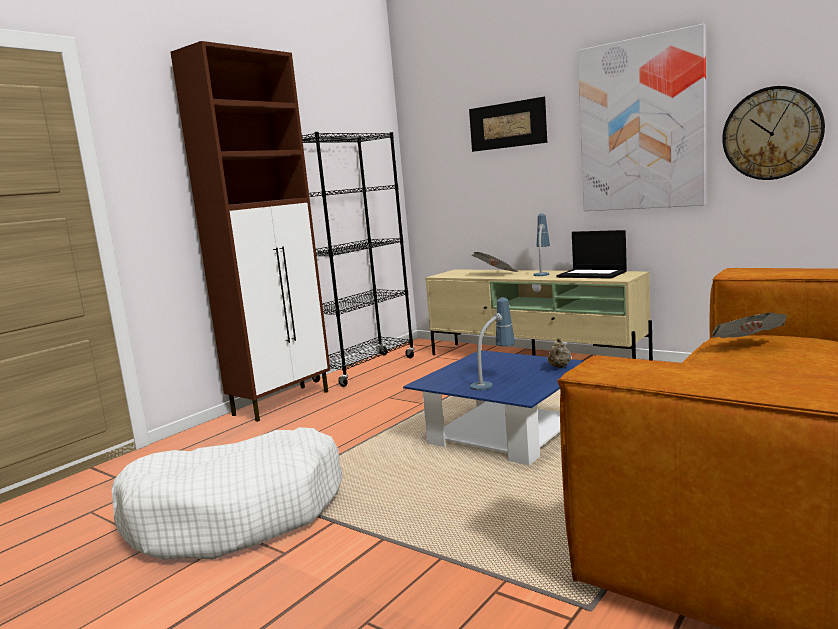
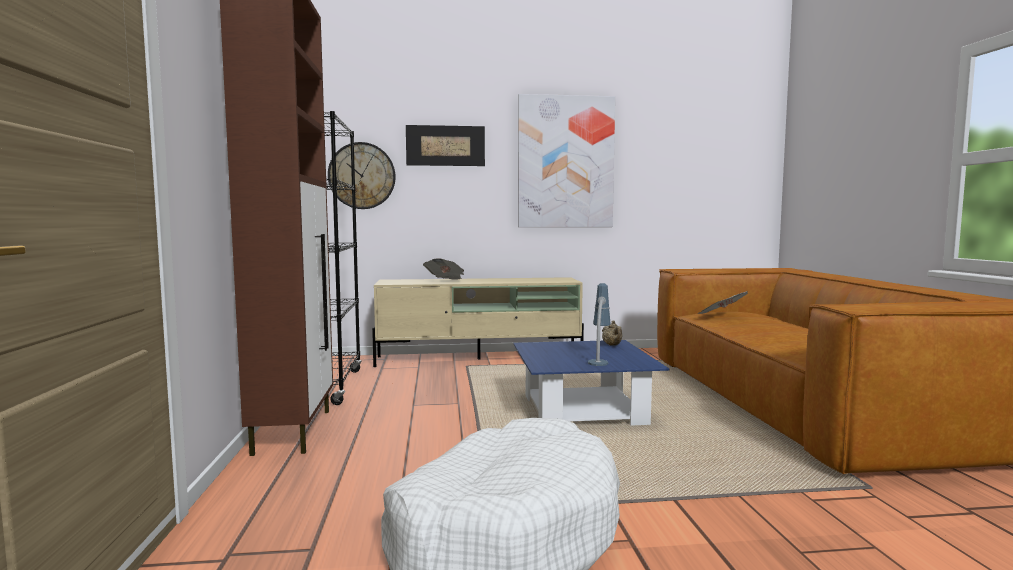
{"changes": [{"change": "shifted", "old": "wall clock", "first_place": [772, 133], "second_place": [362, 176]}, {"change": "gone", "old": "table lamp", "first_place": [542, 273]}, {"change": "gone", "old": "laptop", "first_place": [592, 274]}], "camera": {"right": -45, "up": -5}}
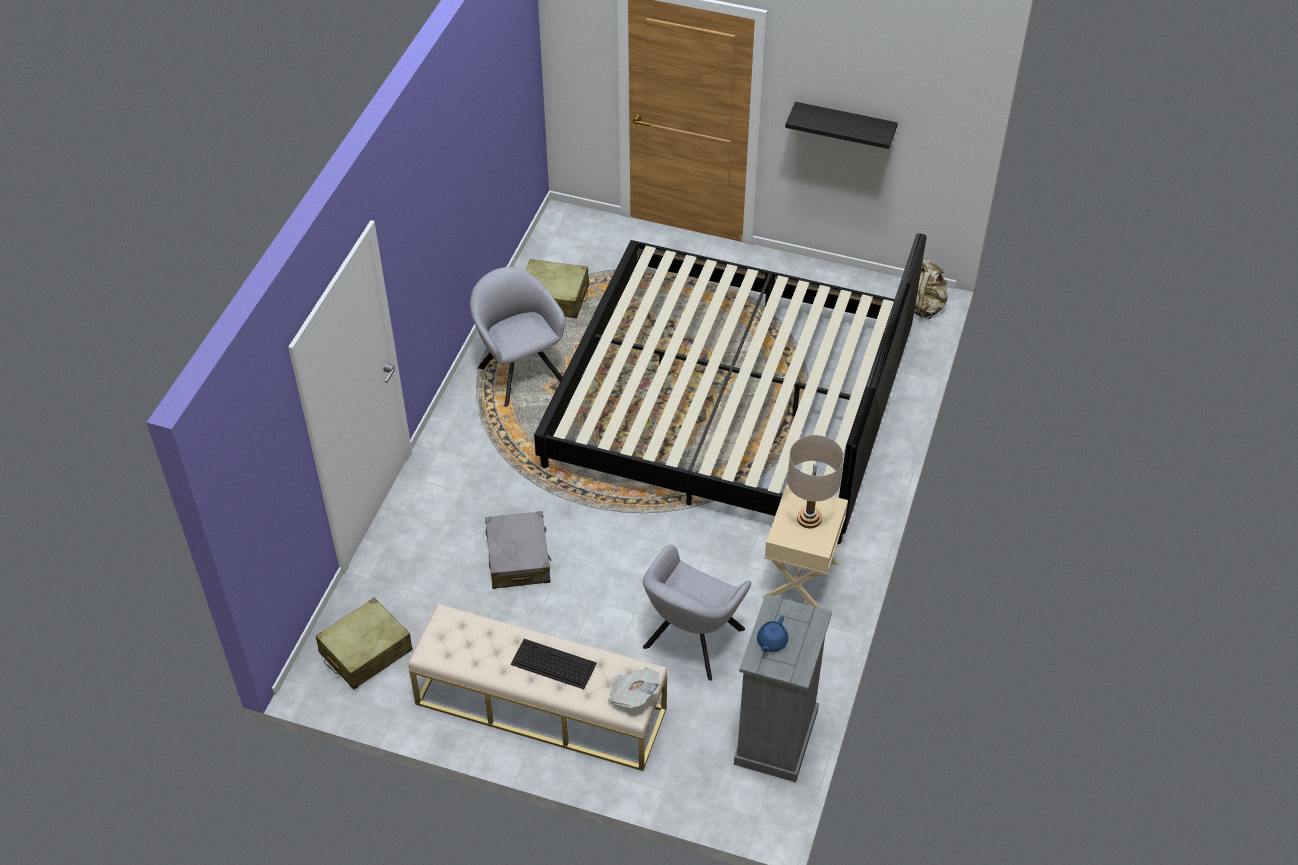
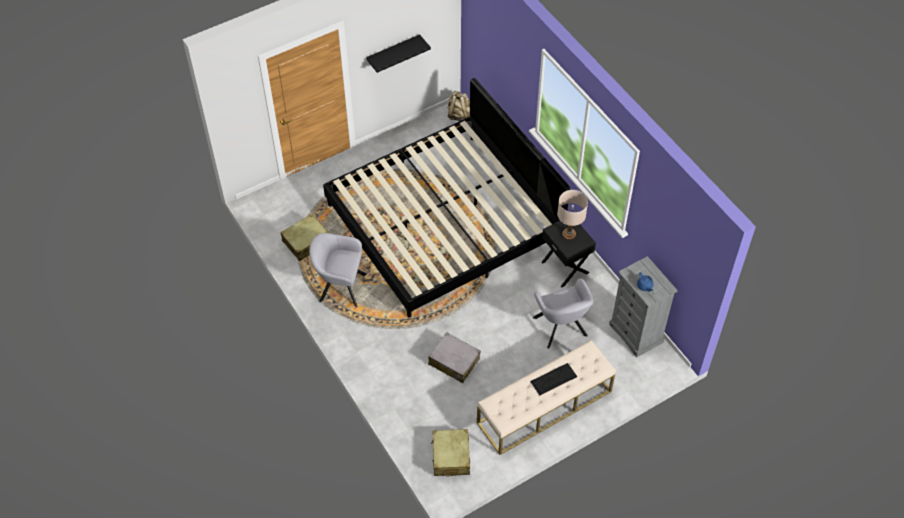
{"changes": [{"change": "repainted", "old": "nightstand (sand-coloured)", "new": "nightstand (blackish)", "first_place": [802, 580], "second_place": [565, 267]}, {"change": "gone", "old": "newspaper", "first_place": [633, 694]}], "camera": {"right": -50, "up": 5}}
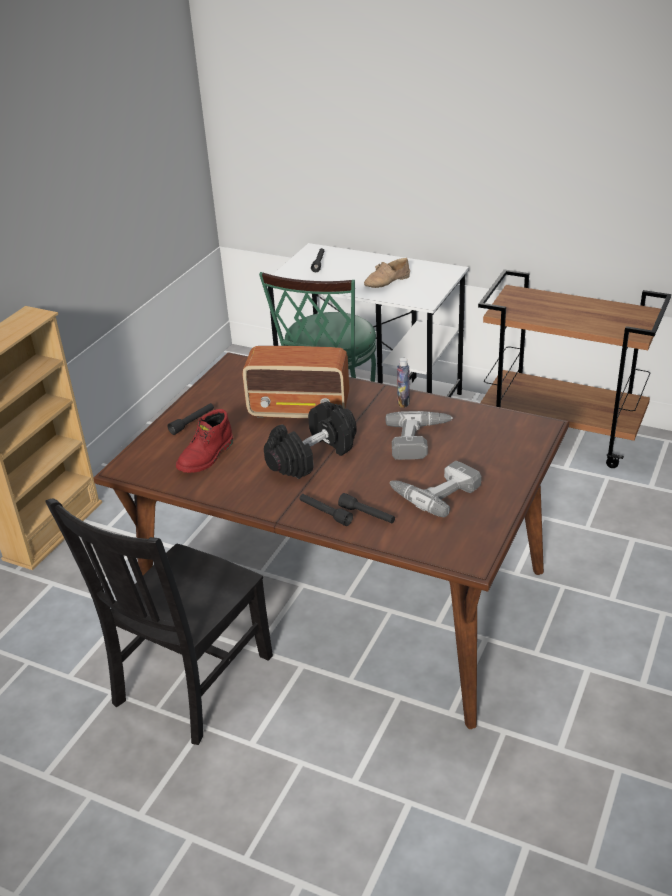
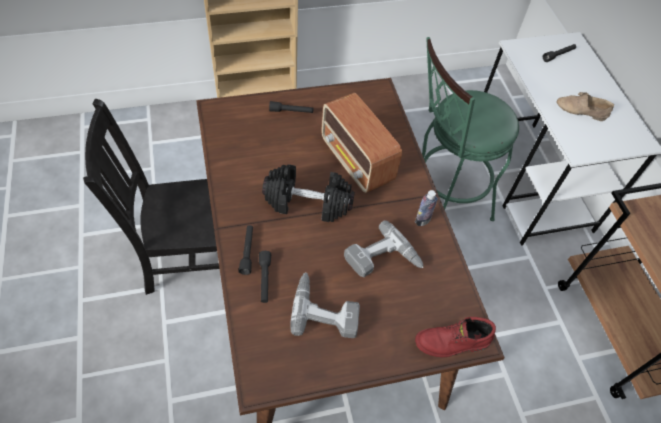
{"changes": [{"change": "shifted", "old": "high-top boot (red)", "first_place": [207, 457], "second_place": [452, 344]}], "camera": {"right": 45, "up": 20}}
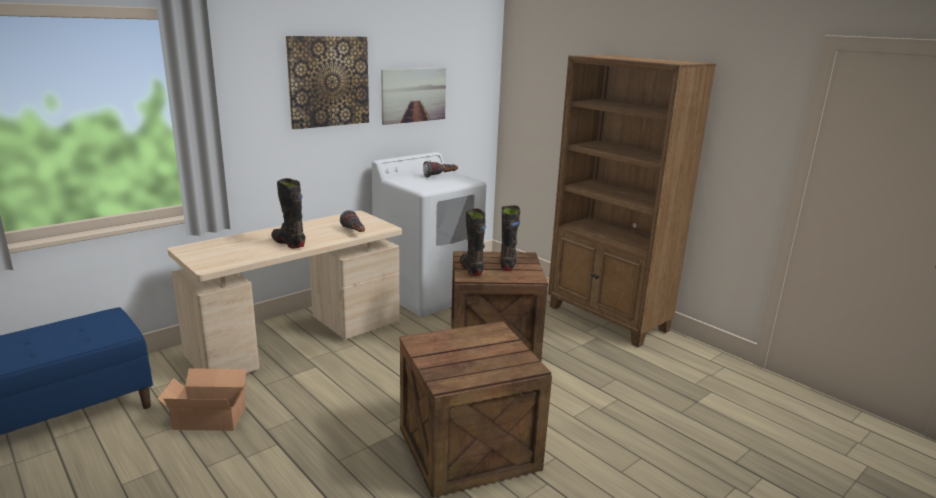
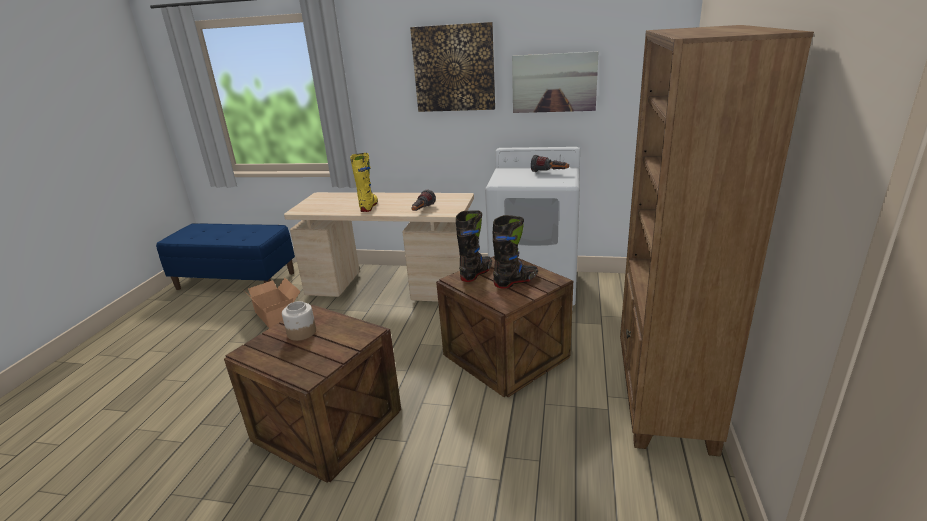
{"changes": [{"change": "repainted", "old": "high-top boot (blackish)", "new": "high-top boot (yellow)", "first_place": [288, 243], "second_place": [369, 206]}, {"change": "new", "new": "storage jar", "second_place": [301, 332]}], "camera": {"right": 55, "up": 5}}
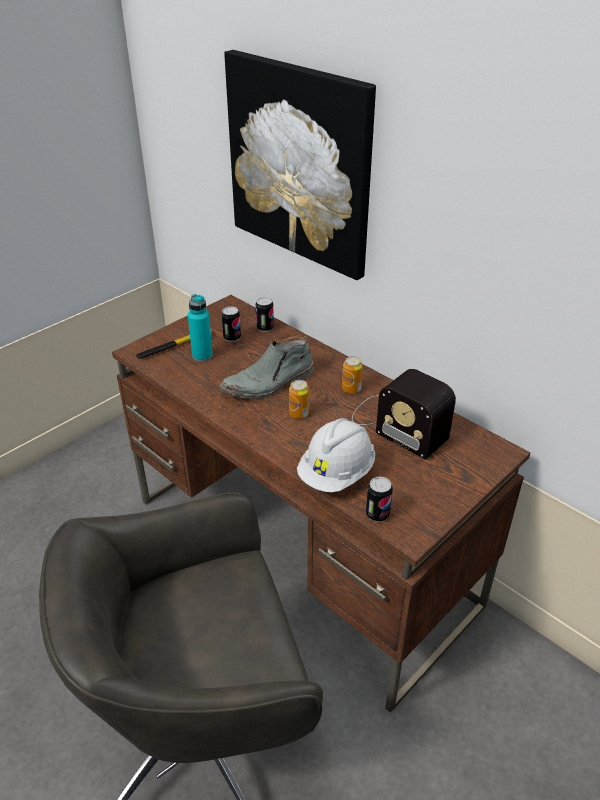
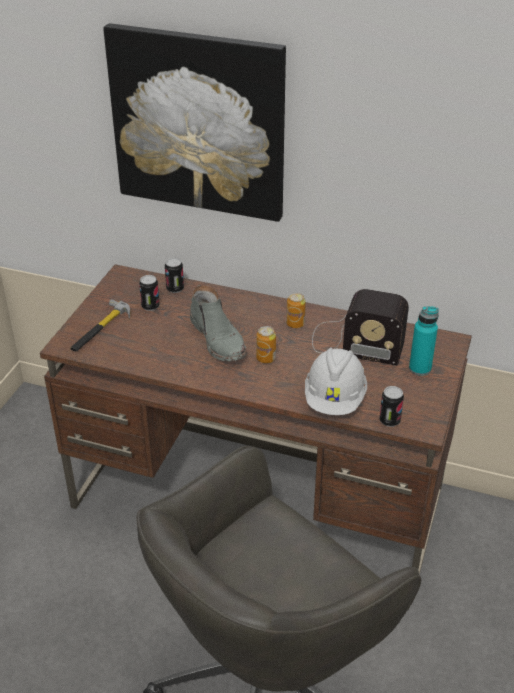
{"changes": [{"change": "shifted", "old": "beverage bottle (turquoise-coloured)", "first_place": [202, 356], "second_place": [420, 368]}, {"change": "rotated", "old": "high-top boot (grey)", "first_place": [269, 383], "second_place": [219, 339], "degrees": -60}], "camera": {"right": -25, "up": 0}}
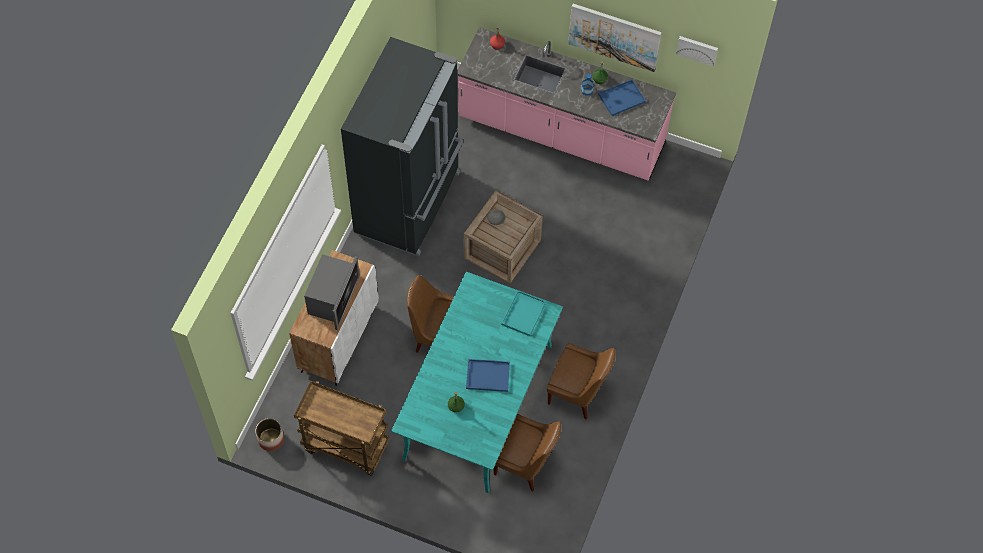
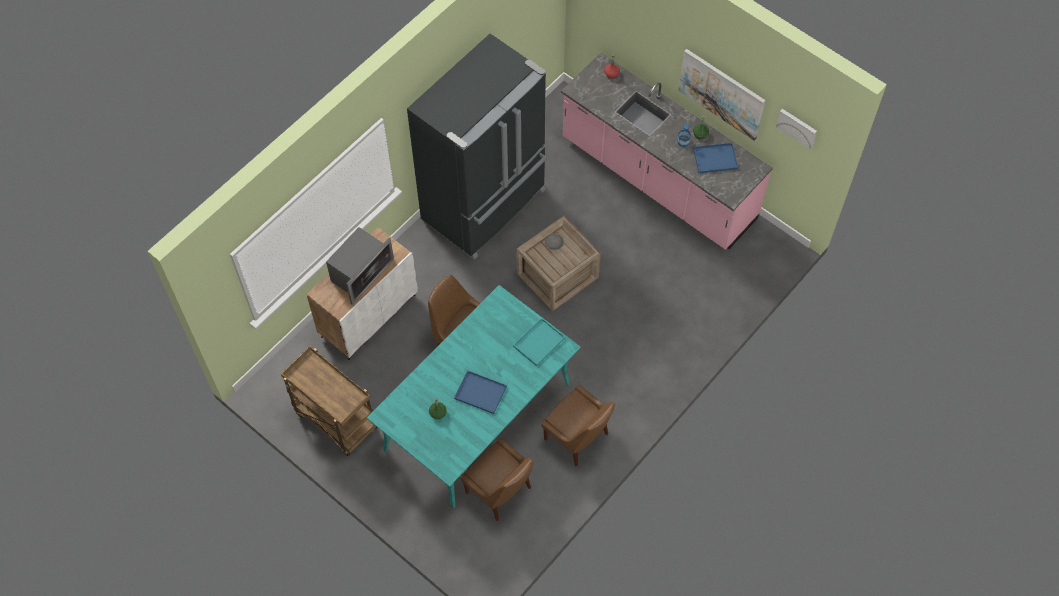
{"changes": [{"change": "gone", "old": "plant pot", "first_place": [270, 439]}], "camera": {"right": 20, "up": 0}}
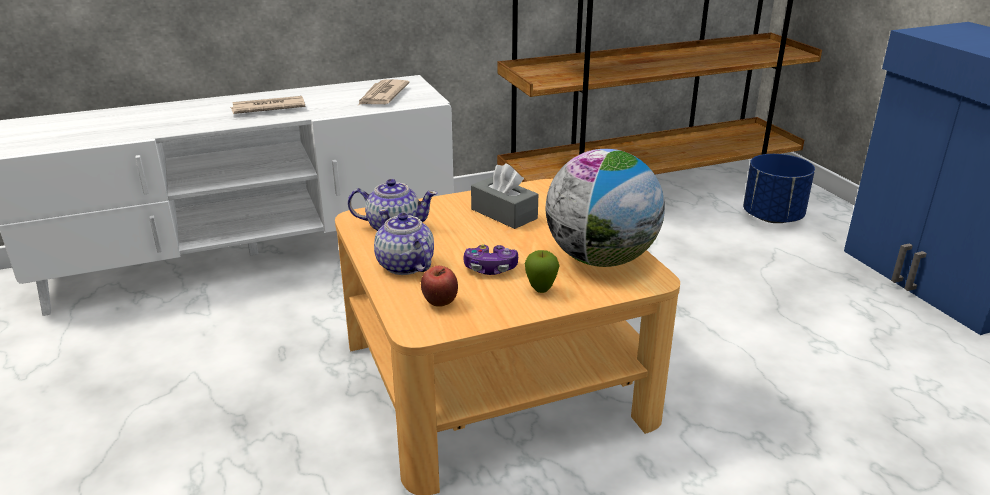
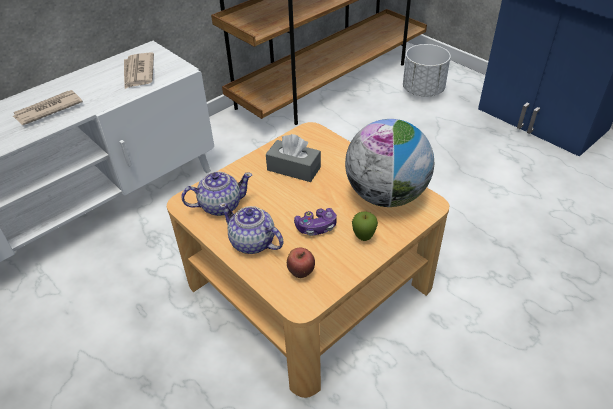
{"changes": [{"change": "repainted", "old": "plant pot (blue)", "new": "plant pot (white-coloured)", "first_place": [772, 217], "second_place": [423, 91]}], "camera": {"right": -20, "up": 15}}
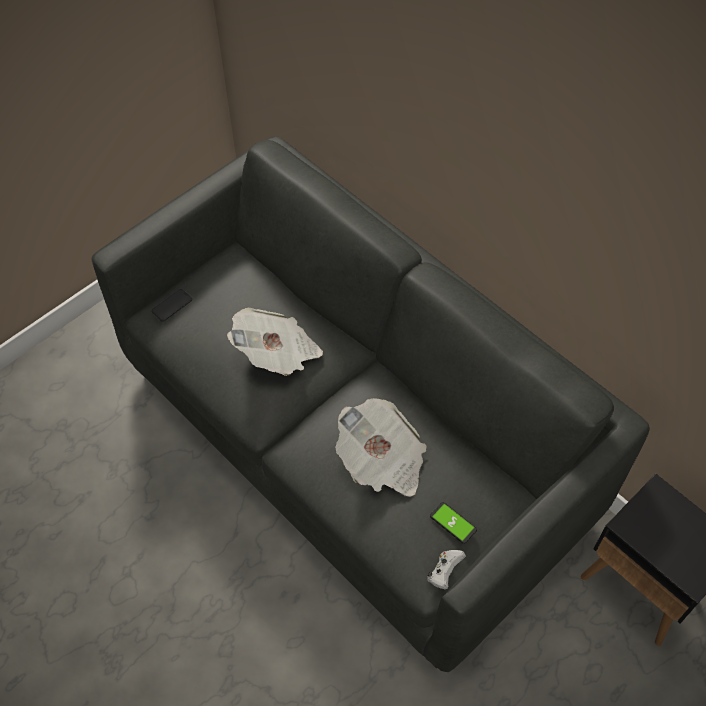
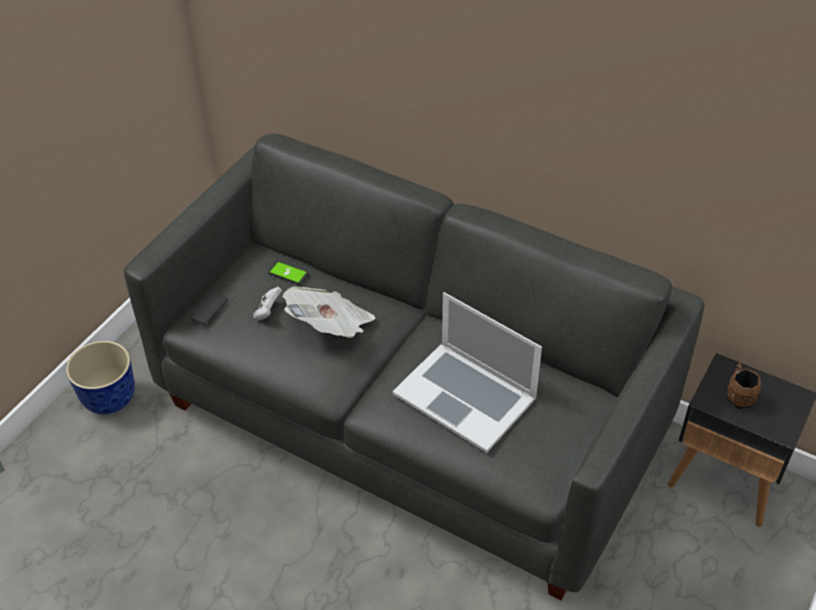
{"changes": [{"change": "swapped", "old": "newspaper", "new": "laptop", "first_place": [382, 461], "second_place": [465, 395]}, {"change": "shifted", "old": "phone", "first_place": [453, 523], "second_place": [288, 273]}, {"change": "shifted", "old": "game controller (white-coloured)", "first_place": [444, 573], "second_place": [267, 311]}, {"change": "new", "new": "plant pot", "second_place": [109, 398]}, {"change": "new", "new": "mug (brown)", "second_place": [738, 396]}], "camera": {"right": -15, "up": -10}}
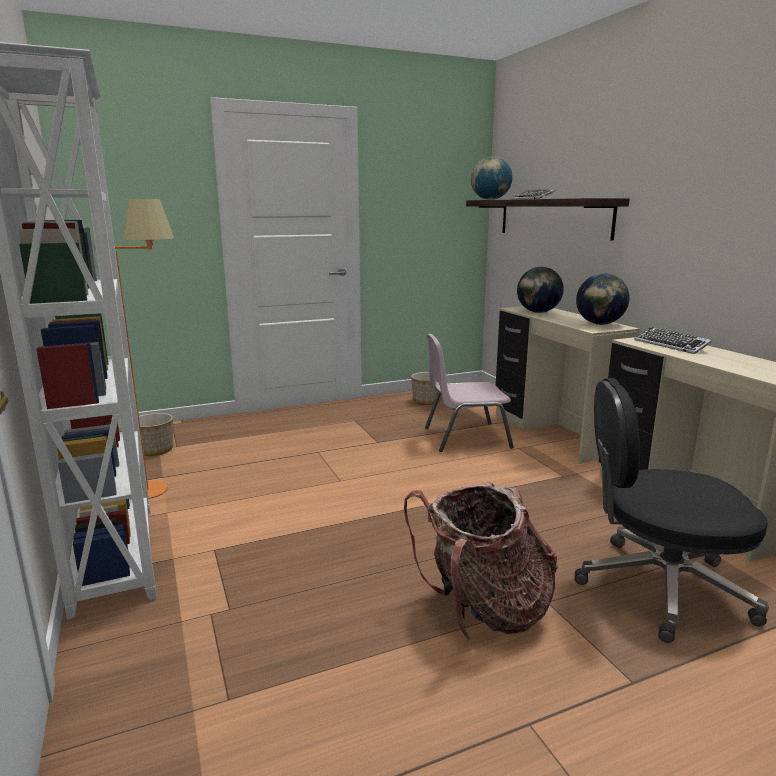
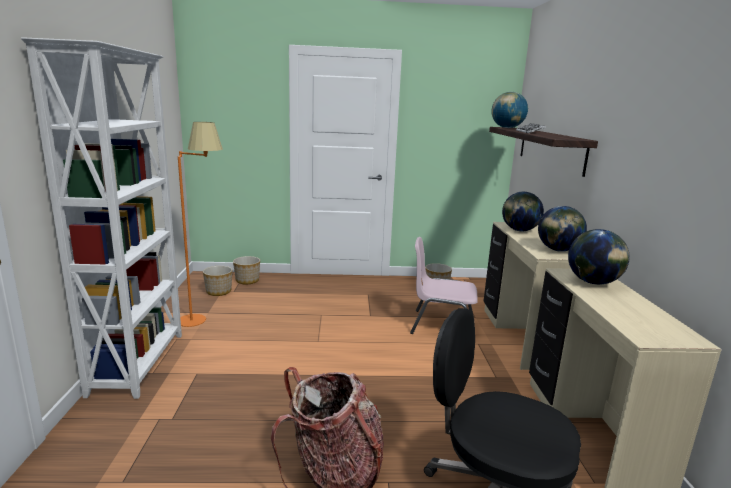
{"changes": [{"change": "swapped", "old": "computer keyboard", "new": "desk globe", "first_place": [671, 345], "second_place": [593, 283]}, {"change": "new", "new": "plant pot", "second_place": [247, 280]}], "camera": {"right": 20, "up": 0}}
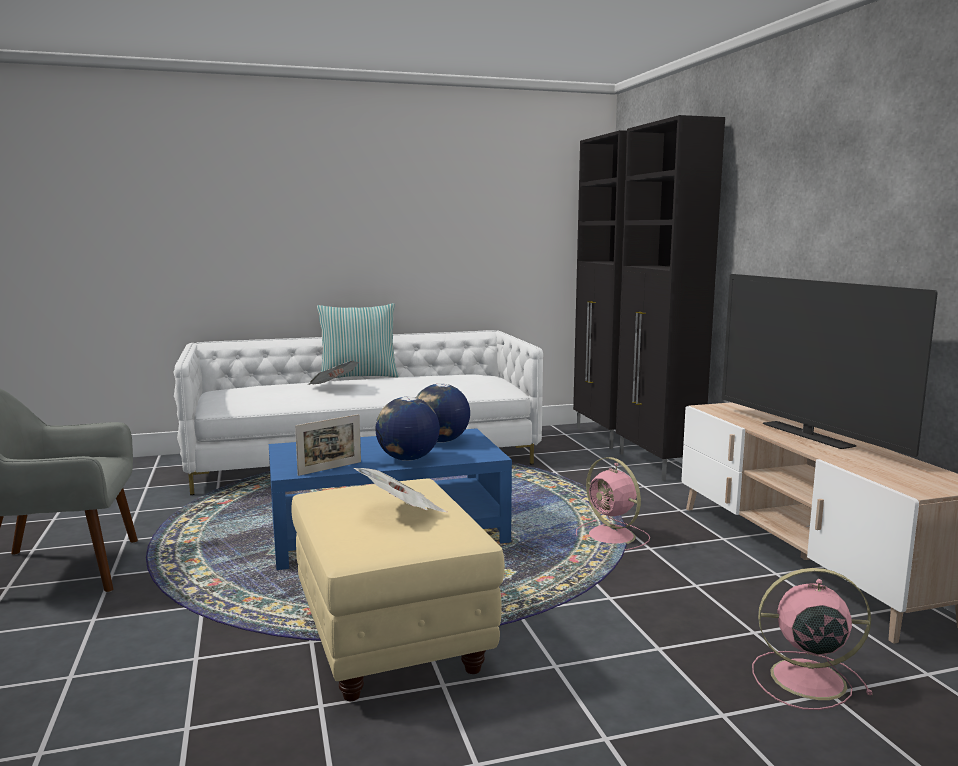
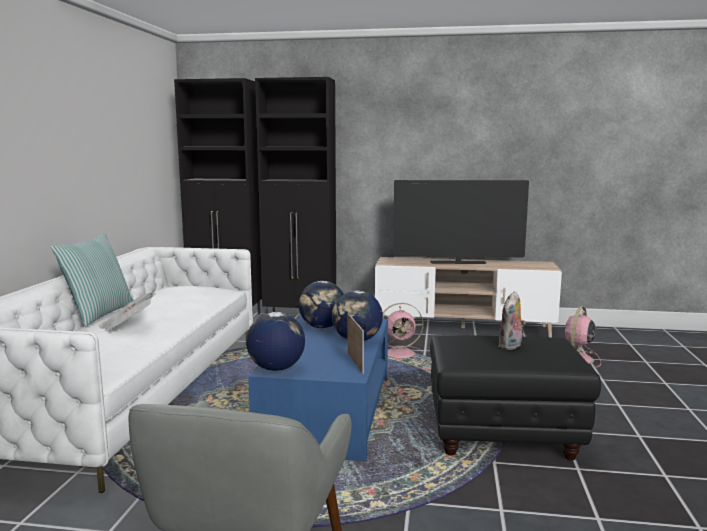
{"changes": [{"change": "swapped", "old": "newspaper", "new": "cuddly toy", "first_place": [402, 513], "second_place": [511, 346]}, {"change": "repainted", "old": "footrest (sand-coloured)", "new": "footrest (blackish)", "first_place": [389, 639], "second_place": [503, 436]}, {"change": "new", "new": "desk globe", "second_place": [276, 368]}], "camera": {"right": -65, "up": 0}}
